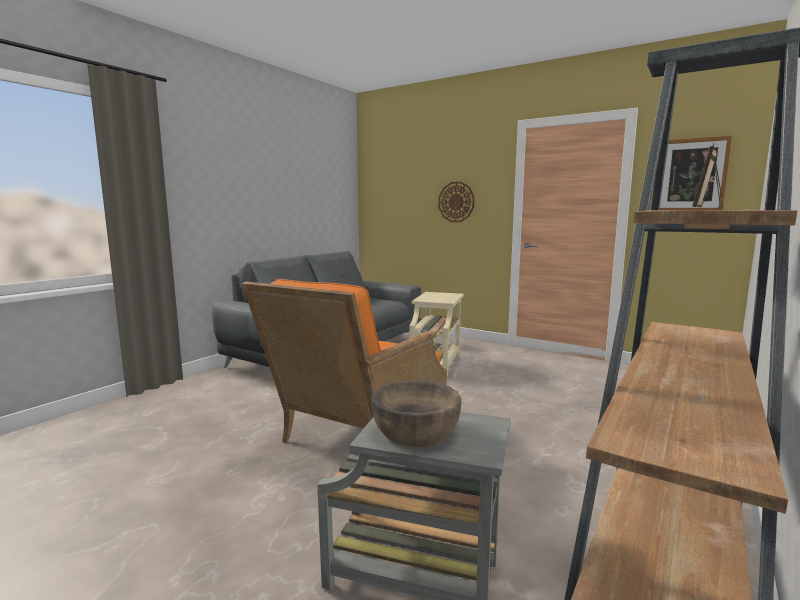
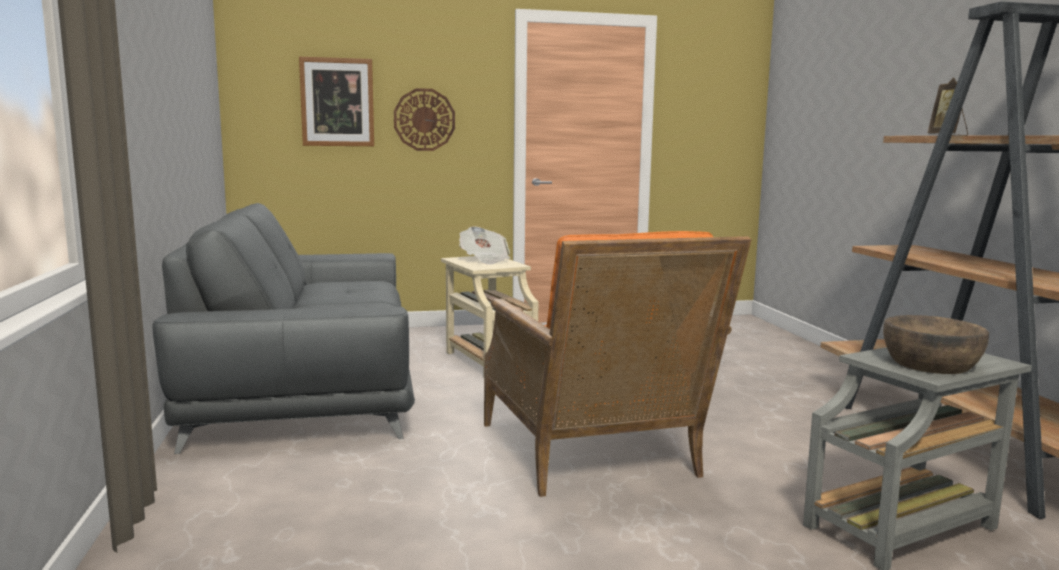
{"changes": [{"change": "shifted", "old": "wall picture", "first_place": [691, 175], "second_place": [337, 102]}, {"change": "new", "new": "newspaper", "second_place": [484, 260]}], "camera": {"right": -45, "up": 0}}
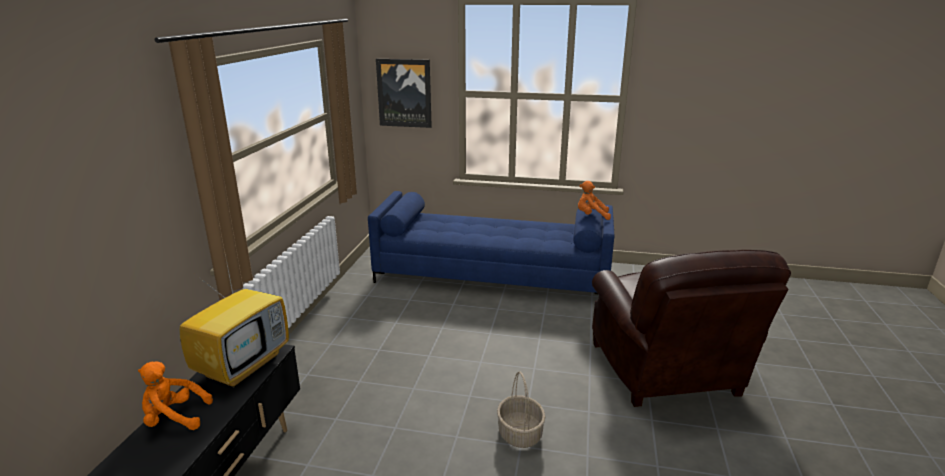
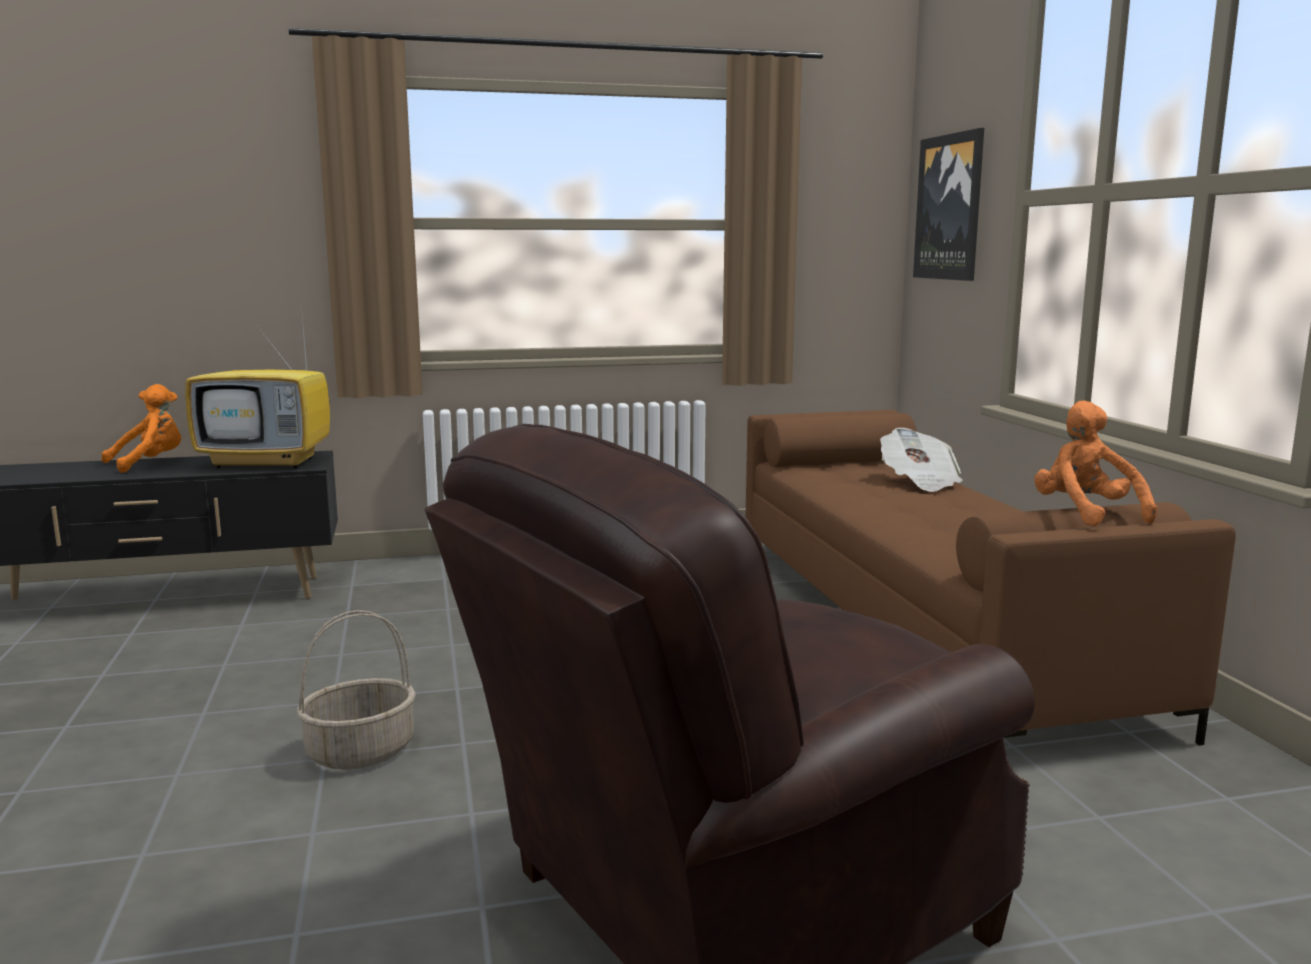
{"changes": [{"change": "repainted", "old": "couch (blue)", "new": "couch (brown)", "first_place": [493, 276], "second_place": [924, 627]}, {"change": "rotated", "old": "cuddly toy (orange-coloured)", "first_place": [174, 418], "second_place": [150, 464], "degrees": 75}, {"change": "new", "new": "newspaper", "second_place": [919, 482]}], "camera": {"right": 65, "up": -10}}
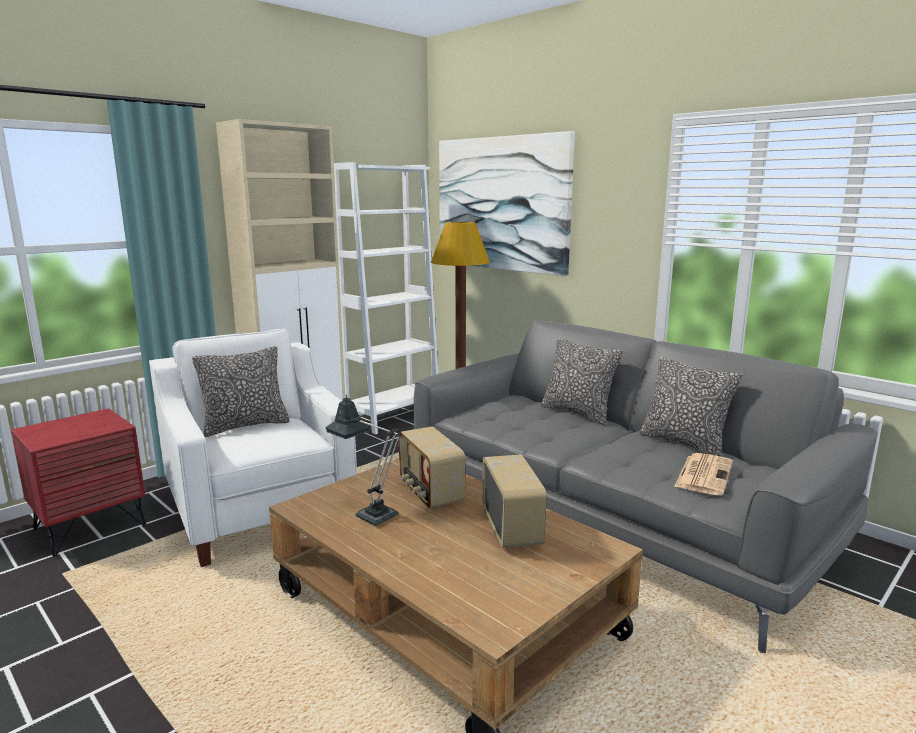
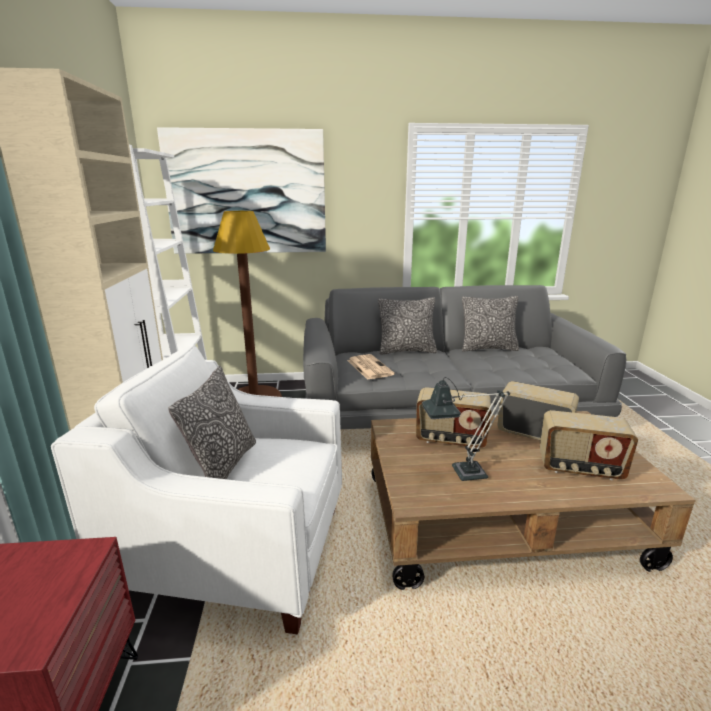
{"changes": [{"change": "shifted", "old": "newspaper", "first_place": [703, 474], "second_place": [369, 367]}, {"change": "new", "new": "radio", "second_place": [580, 469]}], "camera": {"right": -50, "up": 5}}
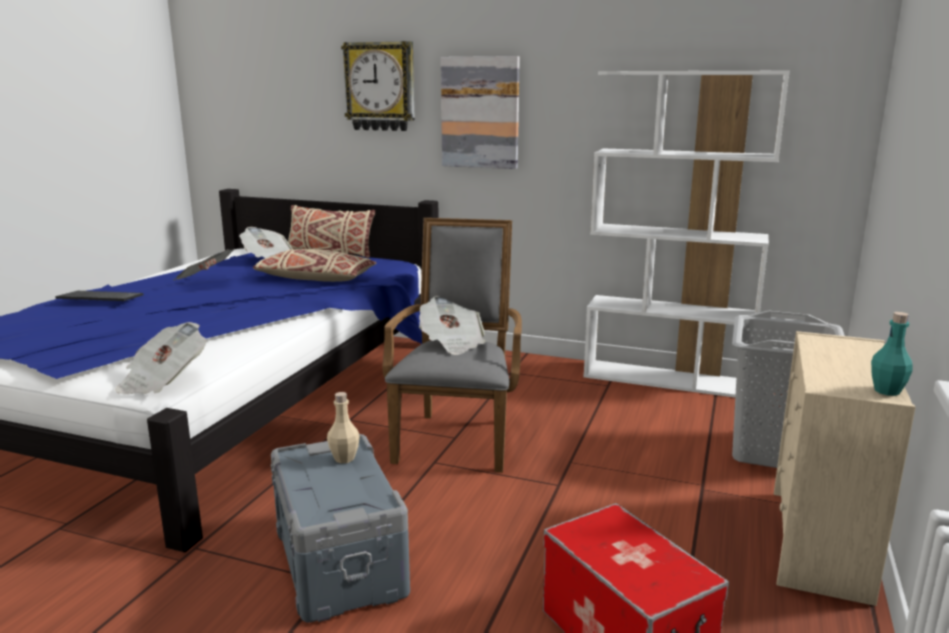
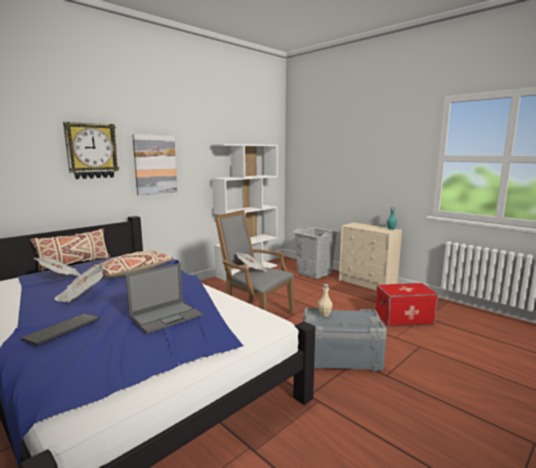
{"changes": [{"change": "gone", "old": "newspaper", "first_place": [163, 381]}, {"change": "new", "new": "laptop", "second_place": [166, 316]}], "camera": {"right": -65, "up": -5}}
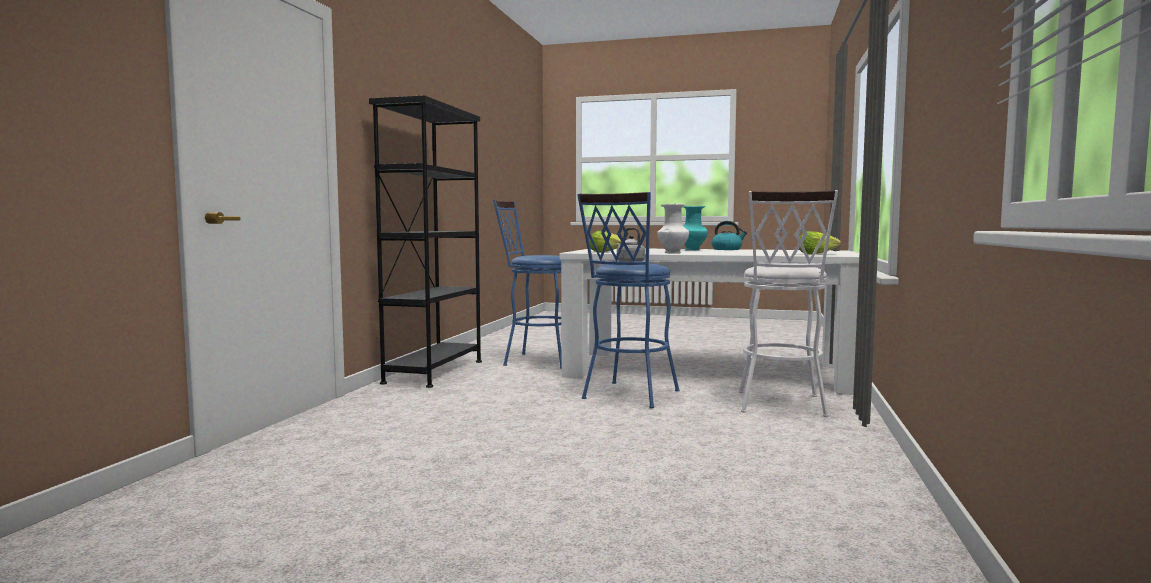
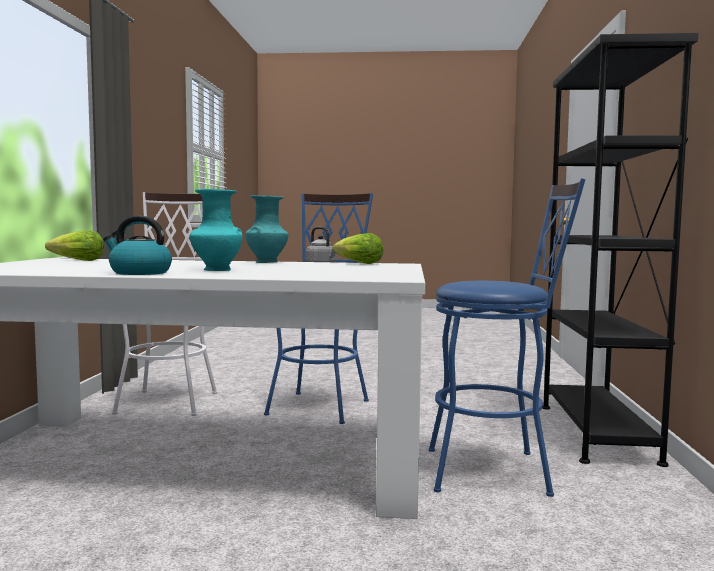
{"changes": [{"change": "repainted", "old": "vase (white-coloured)", "new": "vase (turquoise-coloured)", "first_place": [672, 253], "second_place": [267, 262]}], "camera": {"right": 170, "up": 0}}
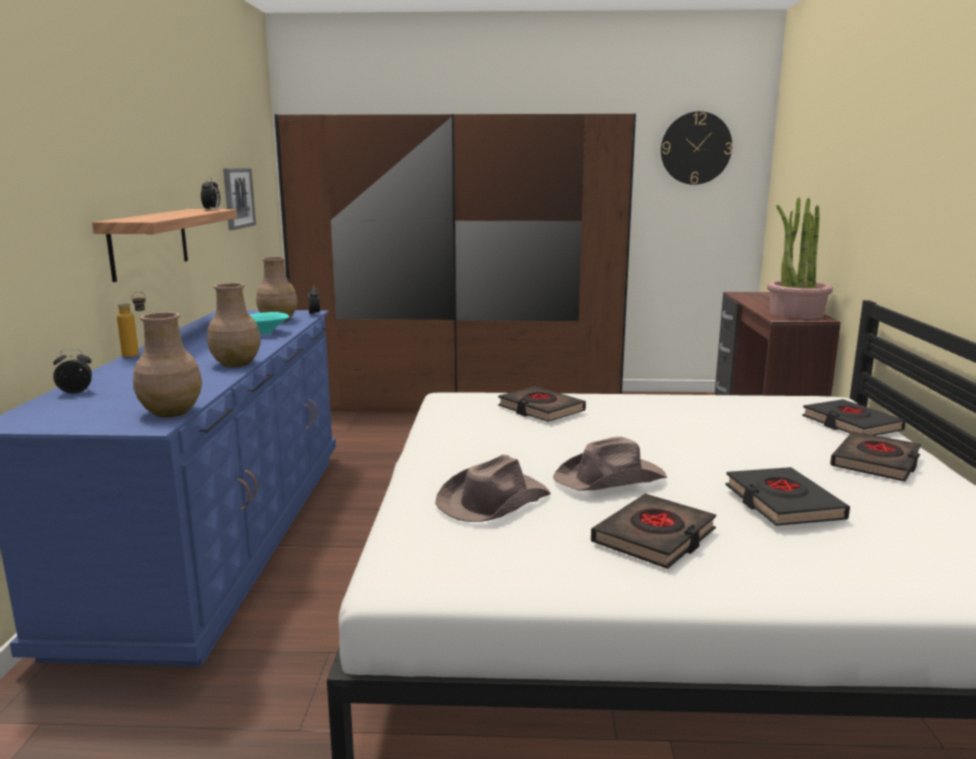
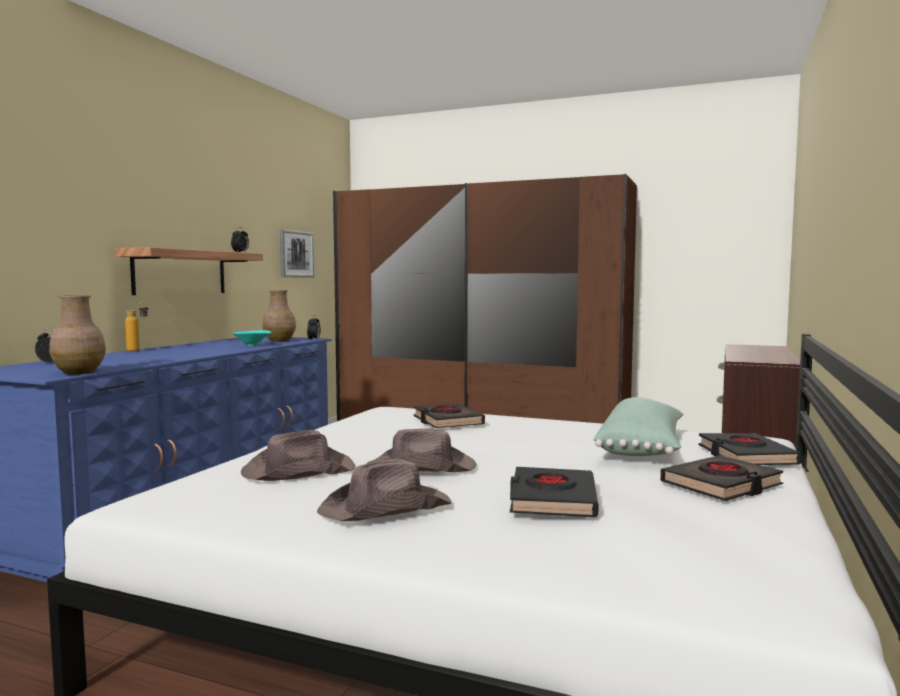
{"changes": [{"change": "gone", "old": "wall clock", "first_place": [695, 148]}, {"change": "gone", "old": "potted plant", "first_place": [796, 314]}, {"change": "gone", "old": "vase (brown)", "first_place": [235, 364]}, {"change": "swapped", "old": "book (blackish)", "new": "wearable hat (brown)", "first_place": [654, 537], "second_place": [386, 508]}, {"change": "new", "new": "throw pillow (green)", "second_place": [643, 448]}], "camera": {"right": 20, "up": -10}}
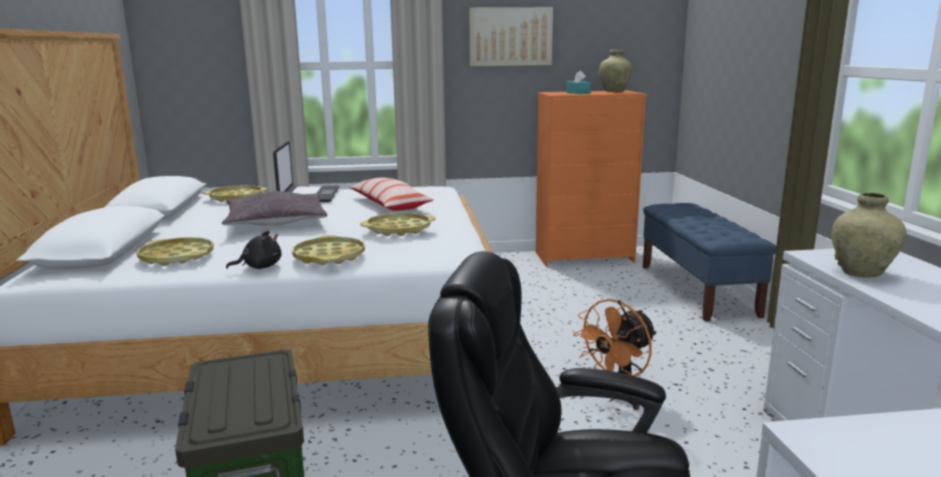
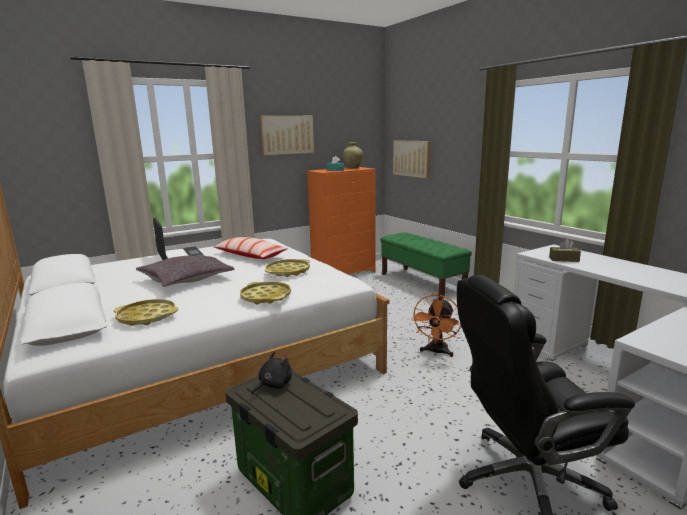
{"changes": [{"change": "gone", "old": "tray (yellow)", "first_place": [236, 198]}, {"change": "swapped", "old": "vase (sand-coloured)", "new": "tissue holder (brown)", "first_place": [861, 273], "second_place": [564, 259]}, {"change": "repainted", "old": "bench (blue)", "new": "bench (green)", "first_place": [697, 290], "second_place": [422, 283]}, {"change": "shifted", "old": "cuddly toy (blackish)", "first_place": [259, 267], "second_place": [273, 385]}, {"change": "new", "new": "wall picture", "second_place": [411, 158]}], "camera": {"right": -25, "up": 0}}
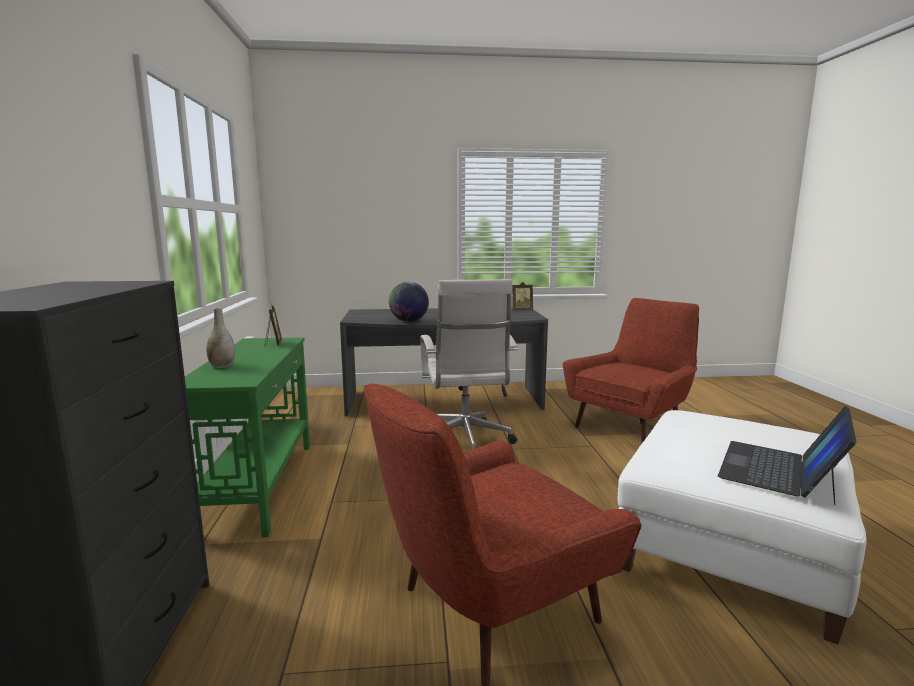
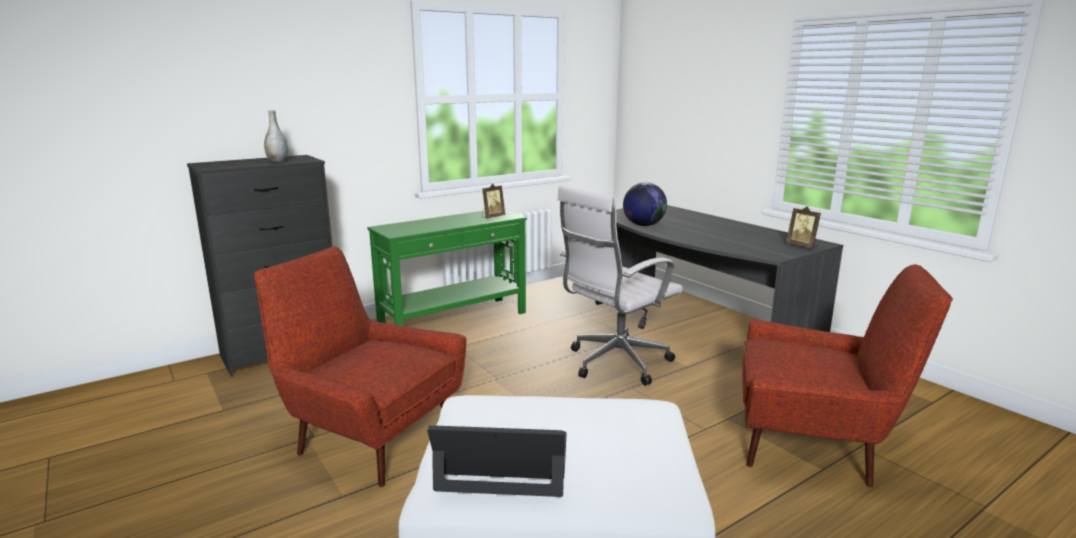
{"changes": [{"change": "shifted", "old": "vase (grey)", "first_place": [222, 366], "second_place": [278, 161]}], "camera": {"right": 60, "up": 5}}
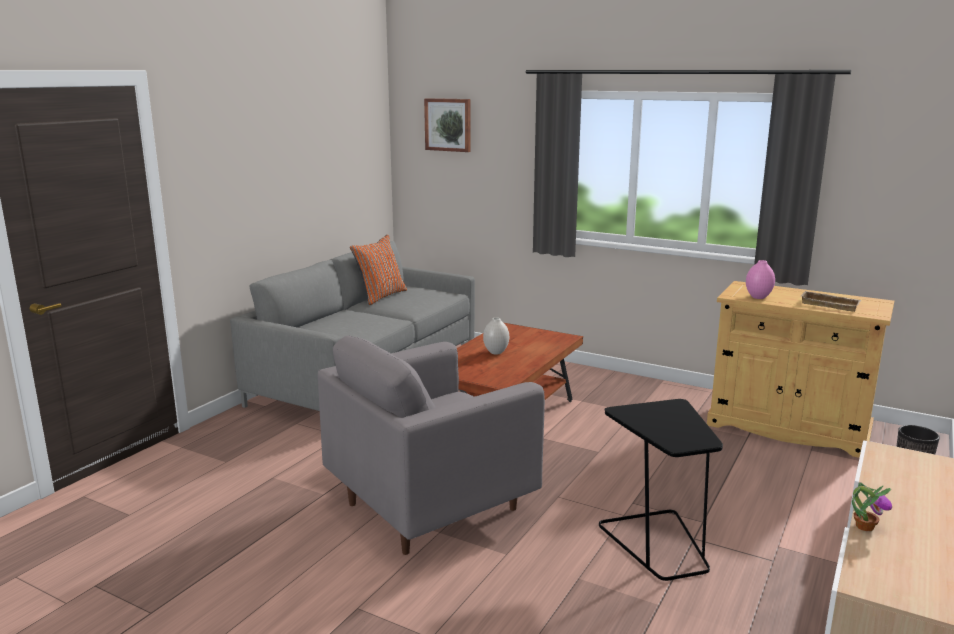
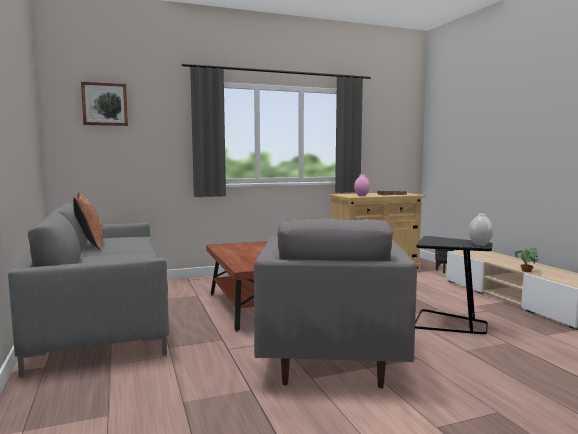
{"changes": [{"change": "shifted", "old": "vase (white-coloured)", "first_place": [495, 352], "second_place": [480, 245]}], "camera": {"right": -50, "up": -10}}
